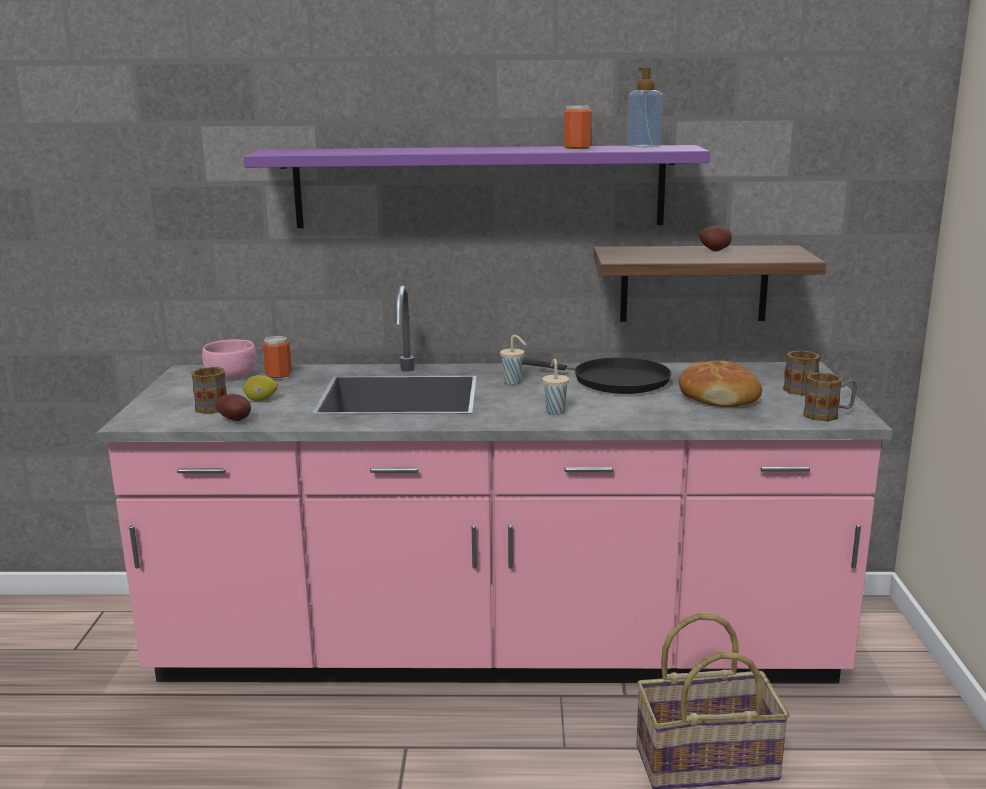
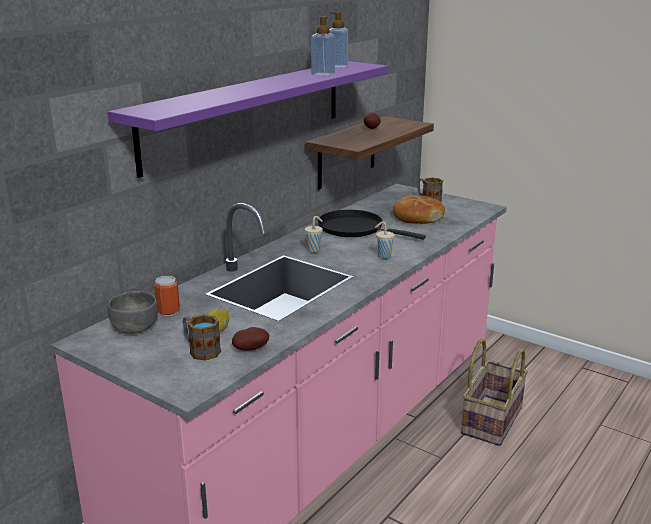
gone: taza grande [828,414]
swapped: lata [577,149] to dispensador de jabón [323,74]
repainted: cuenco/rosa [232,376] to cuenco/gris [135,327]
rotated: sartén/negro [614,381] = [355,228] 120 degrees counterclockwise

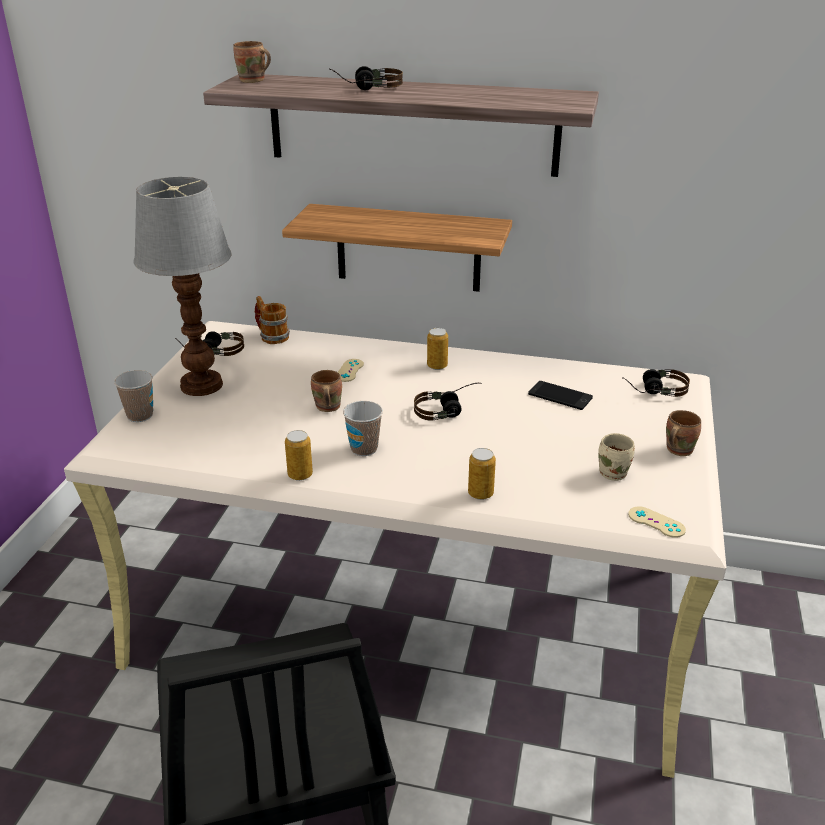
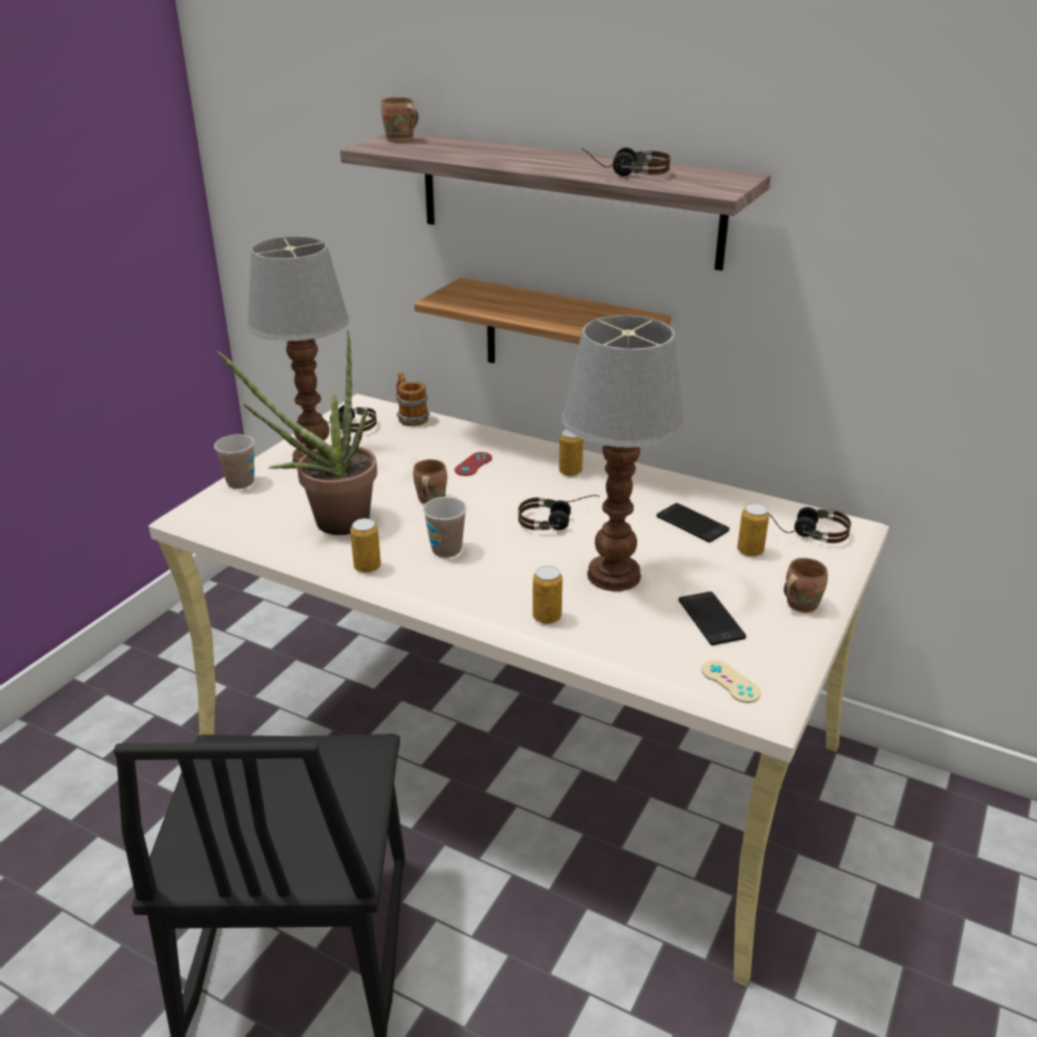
new: planta en maceta [330,524]; lámpara de mesa [614,576]; lata [750,551]
shifted: auriculares [366,88] to [625,173]
swapped: taza grande/beis [615,473] to móvil [711,619]
repainted: mando de consola/beis [349,370] to mando de consola/rojo [473,464]

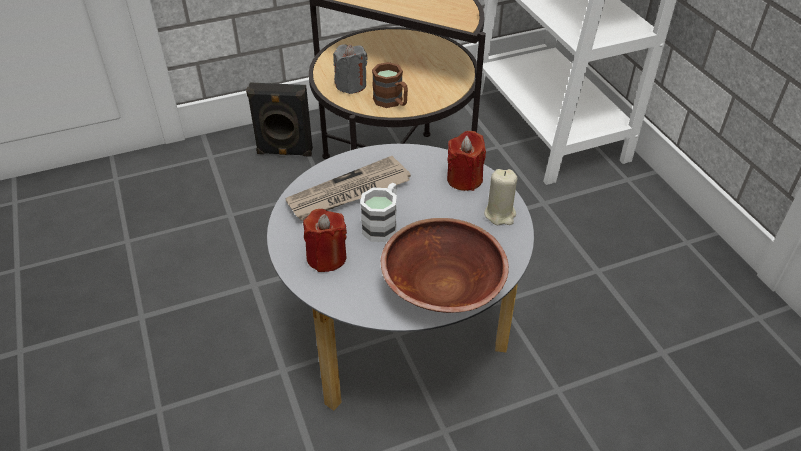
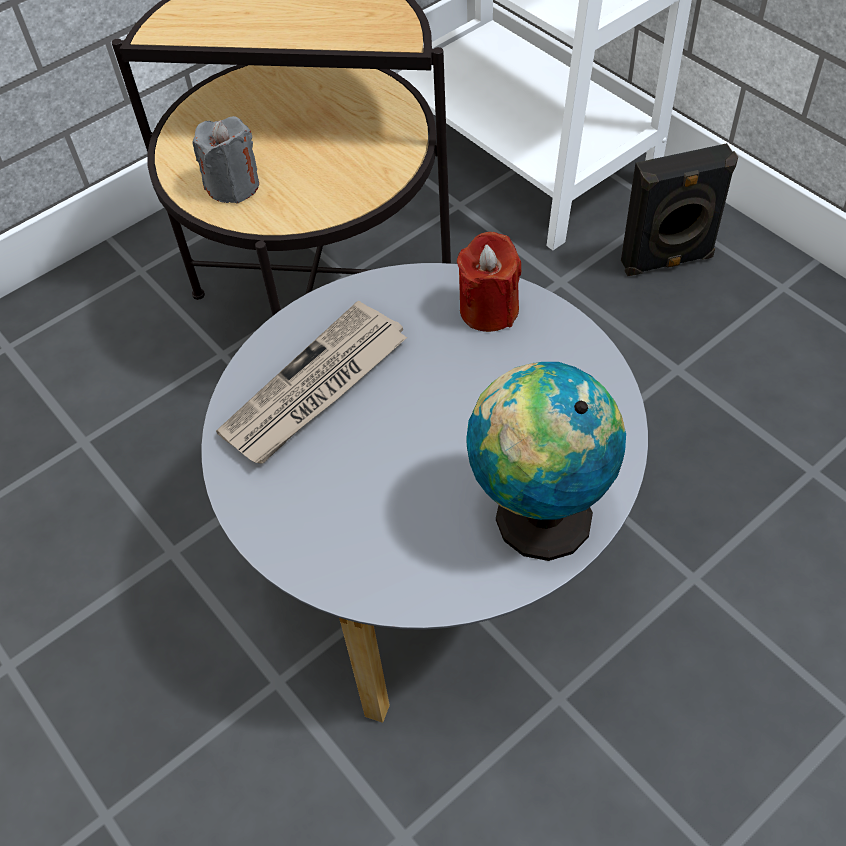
gone: vela/rojo [326,257]; taza grande/blanco [383,224]; taza grande/marrón [392,102]; vela/beis [500,214]
shifted: altavoz/negro [284,152] to [667,261]
swapped: cuenco/marrón [442,287] to globo terráqueo [536,515]

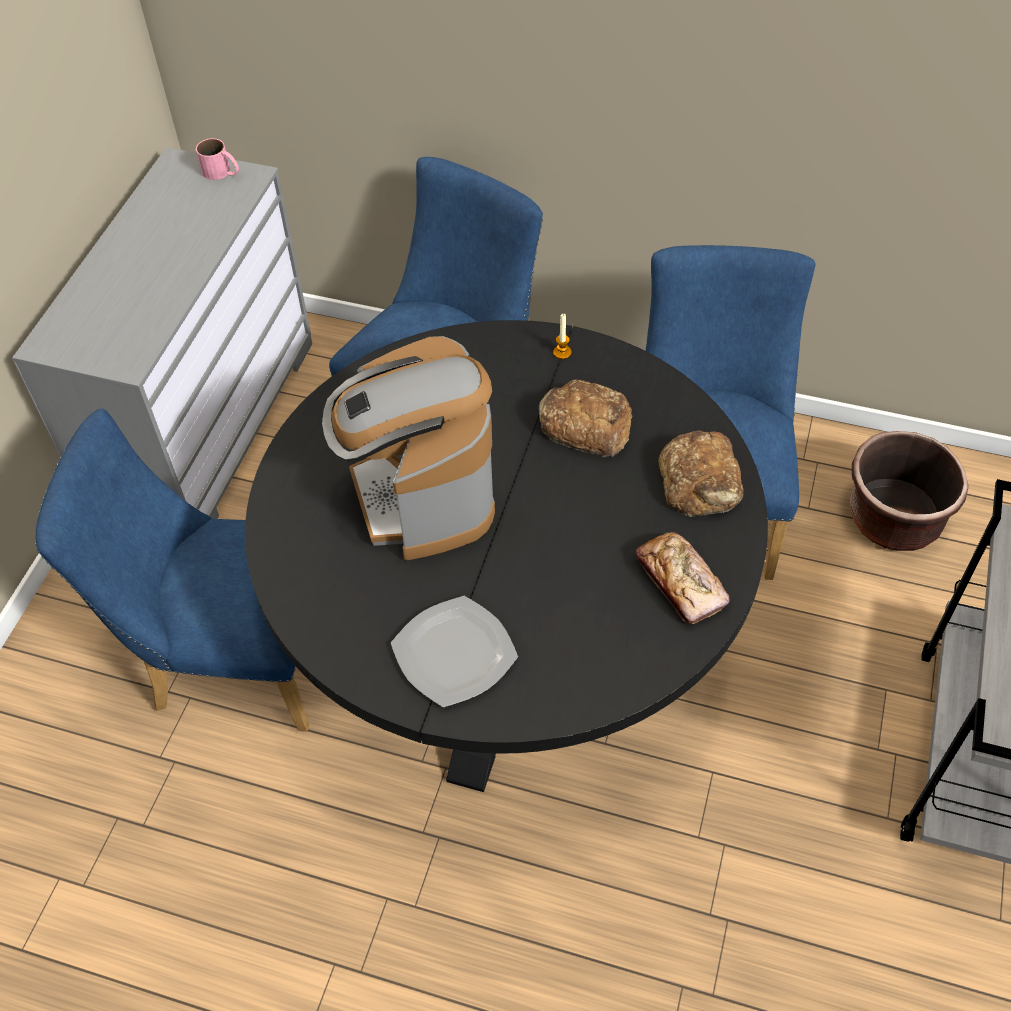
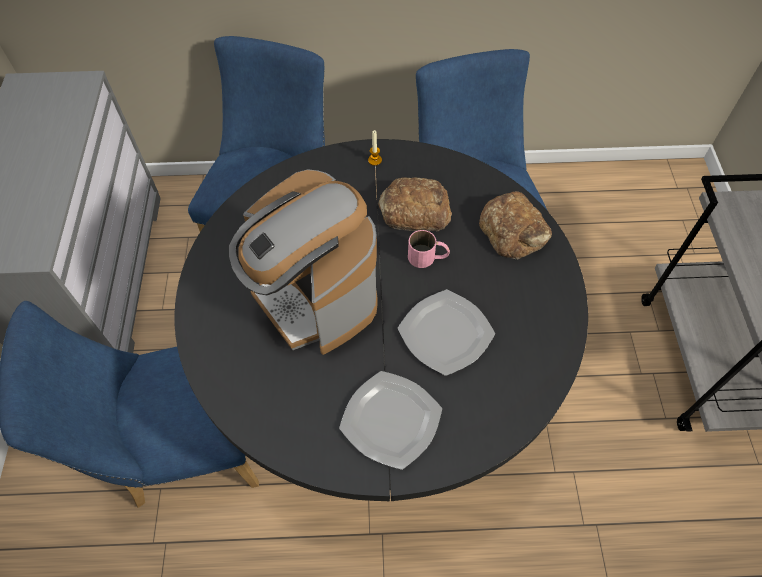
gone: pan [681,583]; maceta/marrón [893,518]
new: plato [444,333]
shifted: taza grande/rosa [222,172] to [428,257]

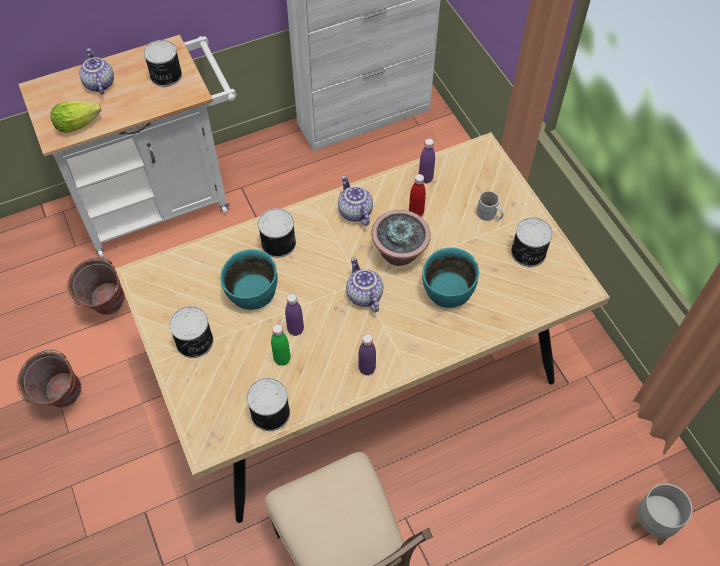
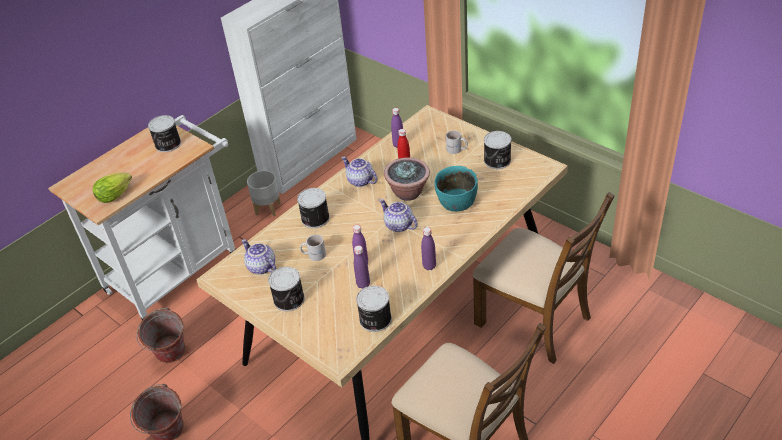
new: silla/marrón [534,320]
shifted: tetera [99,84] to [261,267]; maceta/gris [651,524] to [268,209]
swapped: cuenco/turquesa [251,292] to taza grande/blanco [314,254]
repainted: botella/verde [282,359] to botella/morado [363,284]

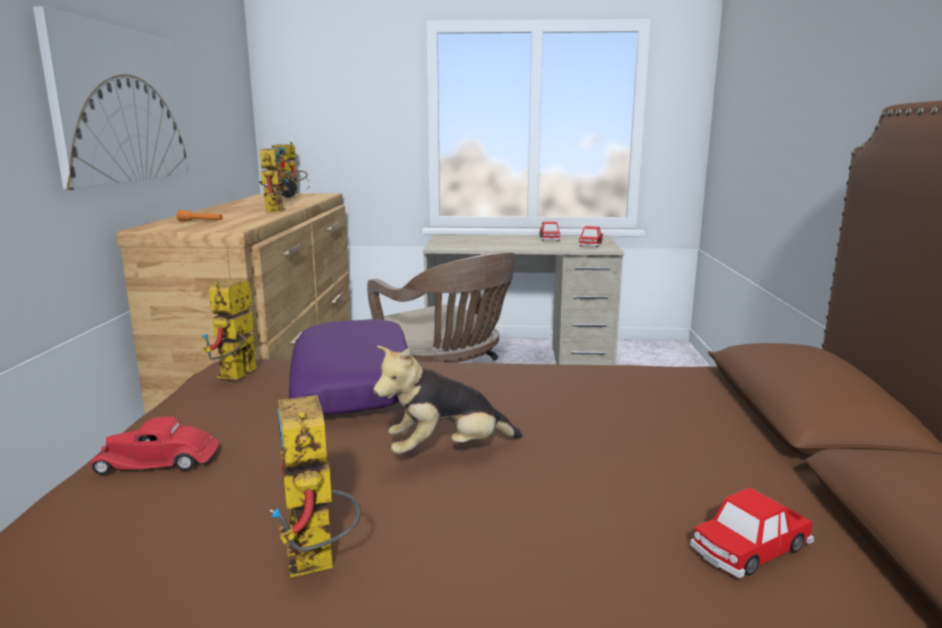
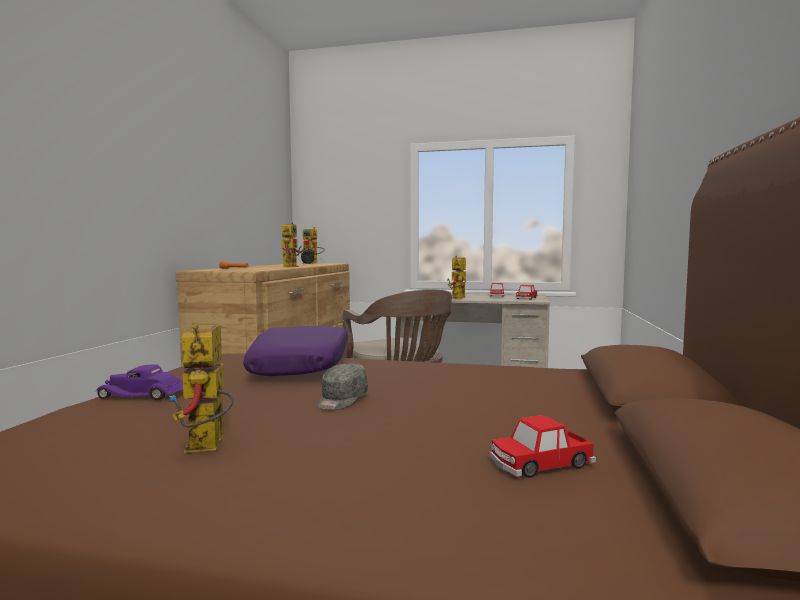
gone: cuadro [120,105]
shifted: robot de juguete [235,376] to [458,298]
swapped: peluche [446,451] to gorra/gris [341,400]
repainted: coche de juguete/rojo [158,461] to coche de juguete/morado [143,395]

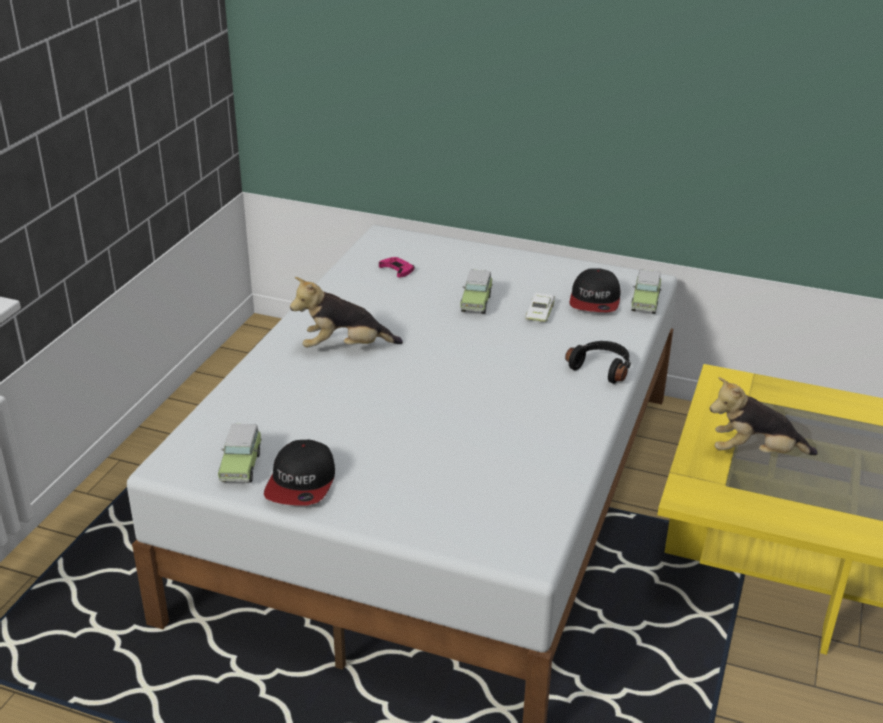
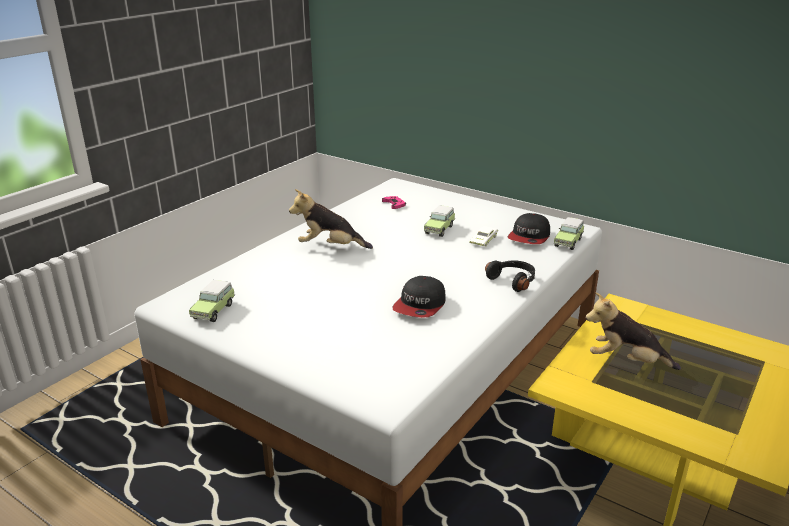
shifted: gorra [301,483] to [420,305]

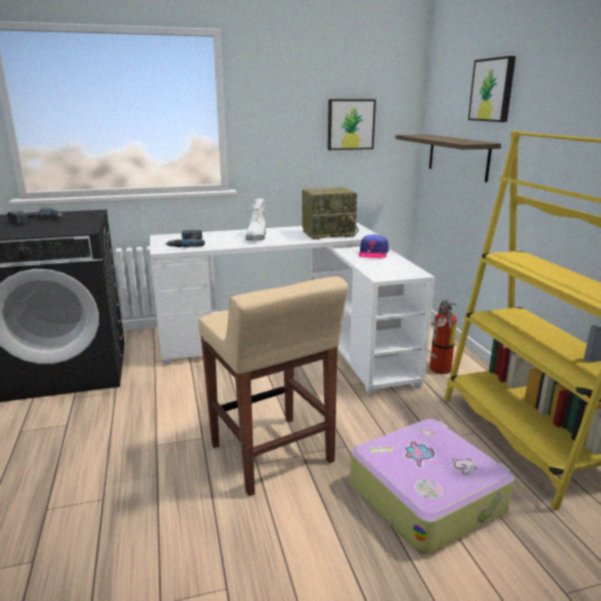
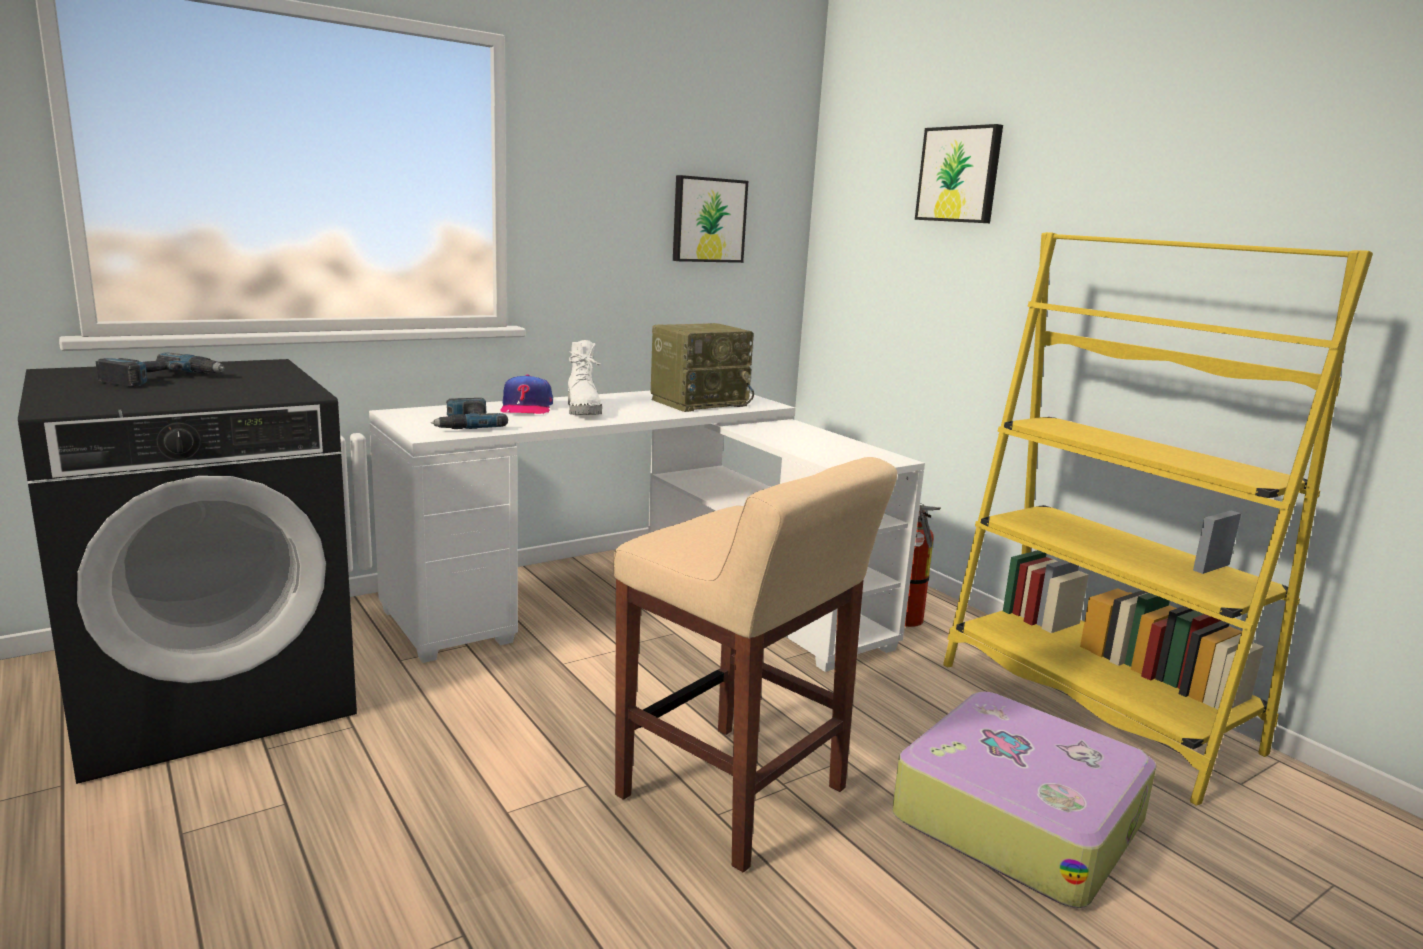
gone: estante [458,156]
shifted: gorra [373,253] to [526,408]

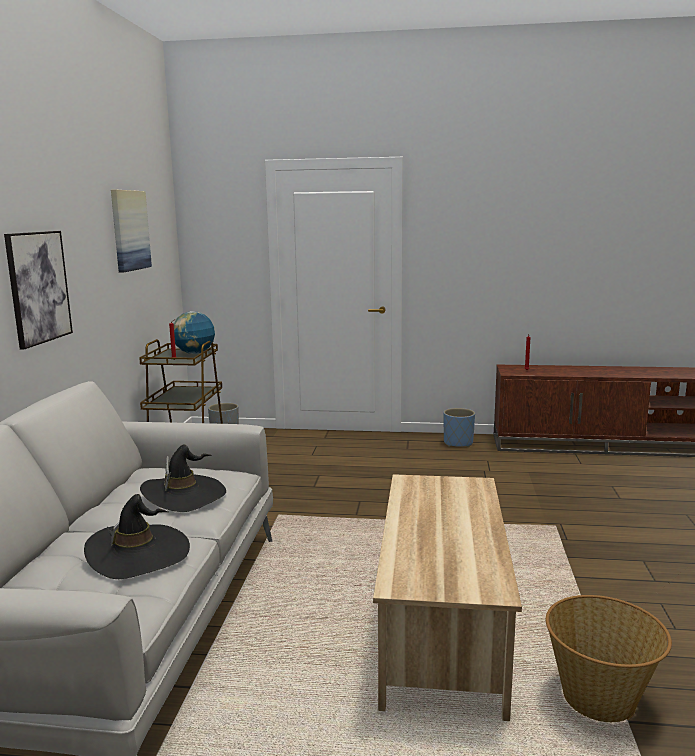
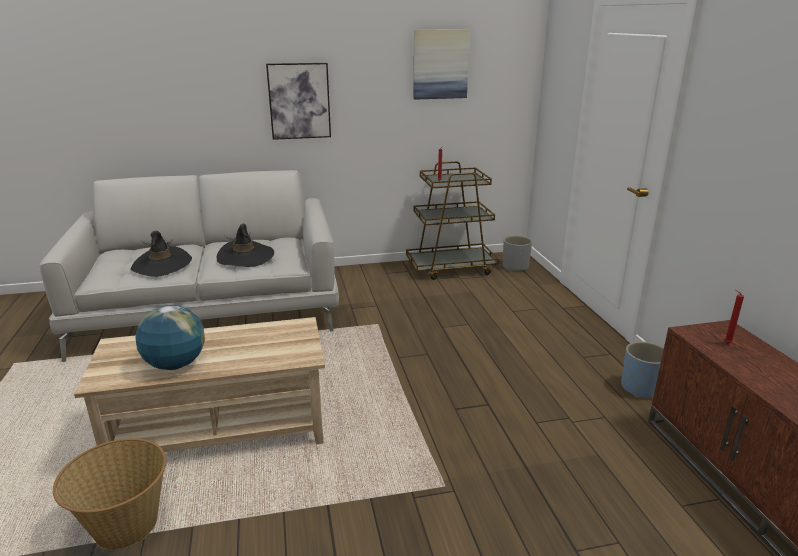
shifted: globo terráqueo [194,353] to [175,365]

